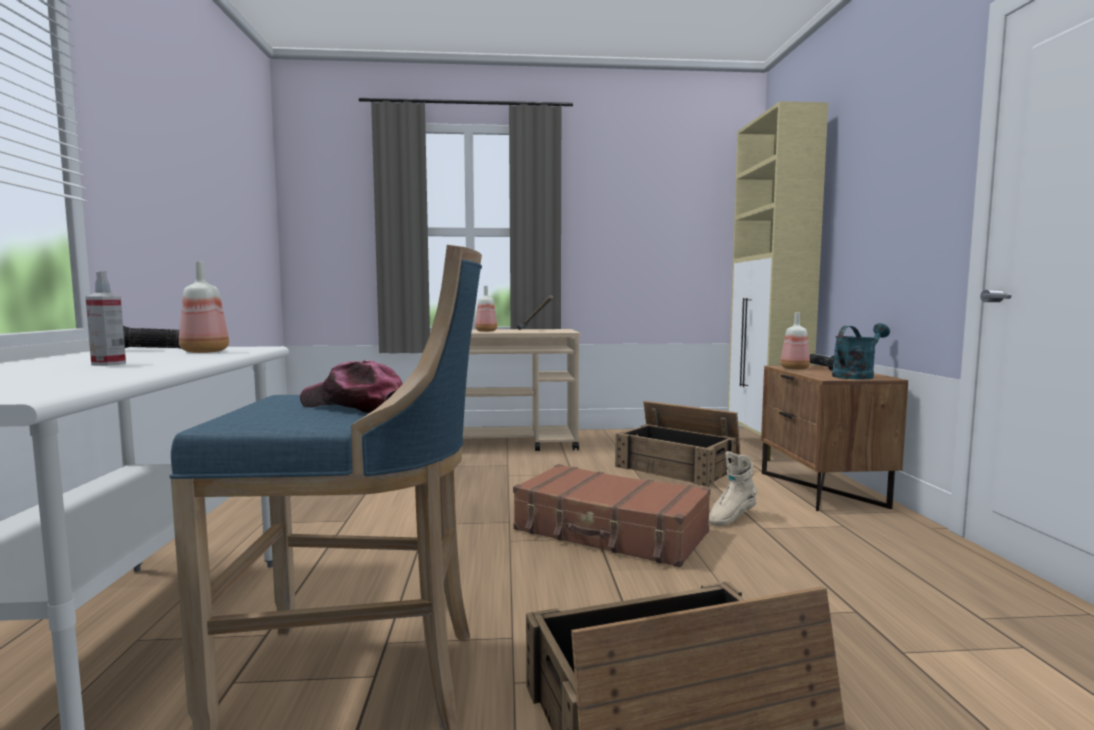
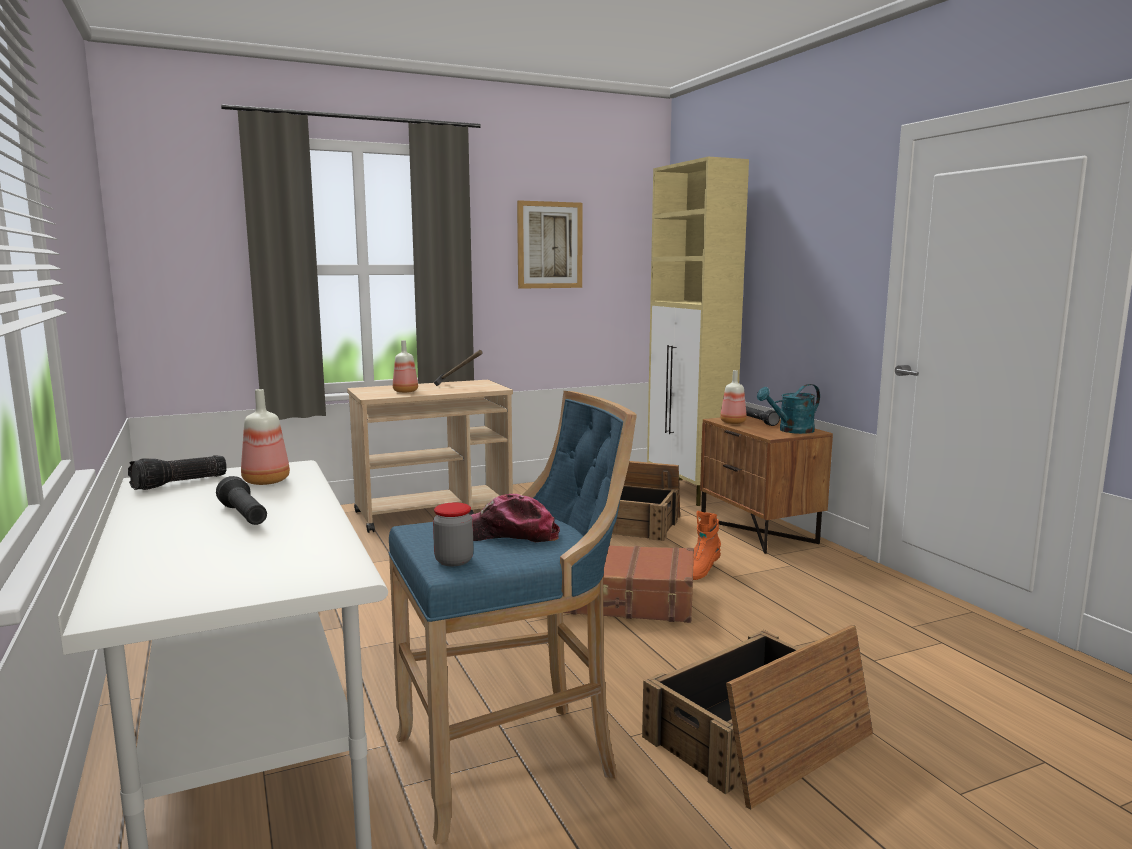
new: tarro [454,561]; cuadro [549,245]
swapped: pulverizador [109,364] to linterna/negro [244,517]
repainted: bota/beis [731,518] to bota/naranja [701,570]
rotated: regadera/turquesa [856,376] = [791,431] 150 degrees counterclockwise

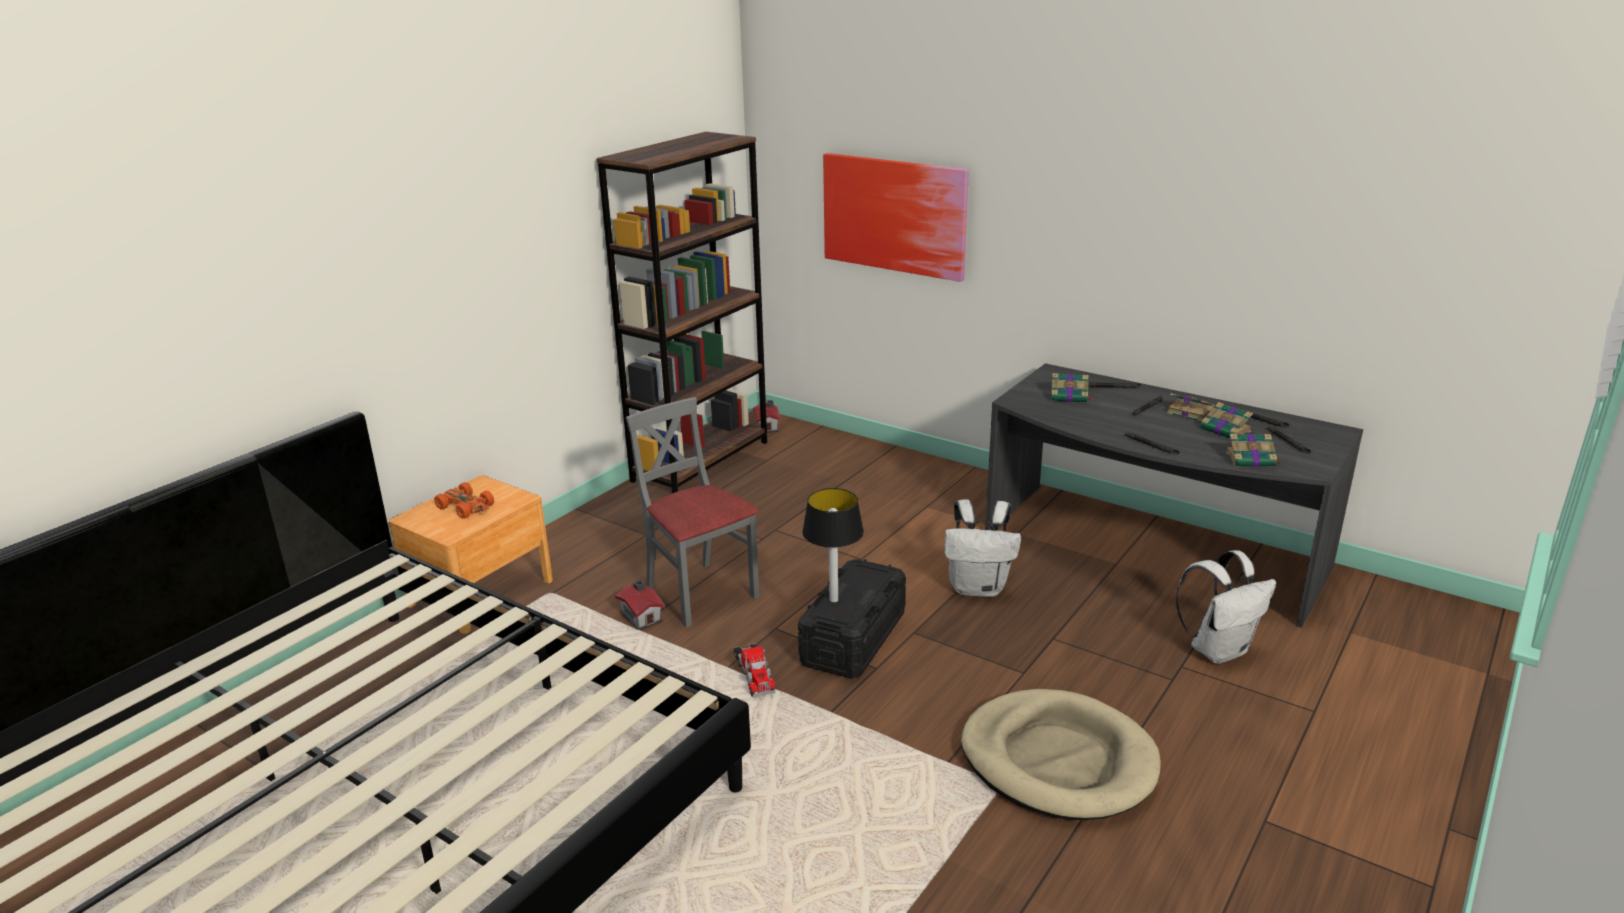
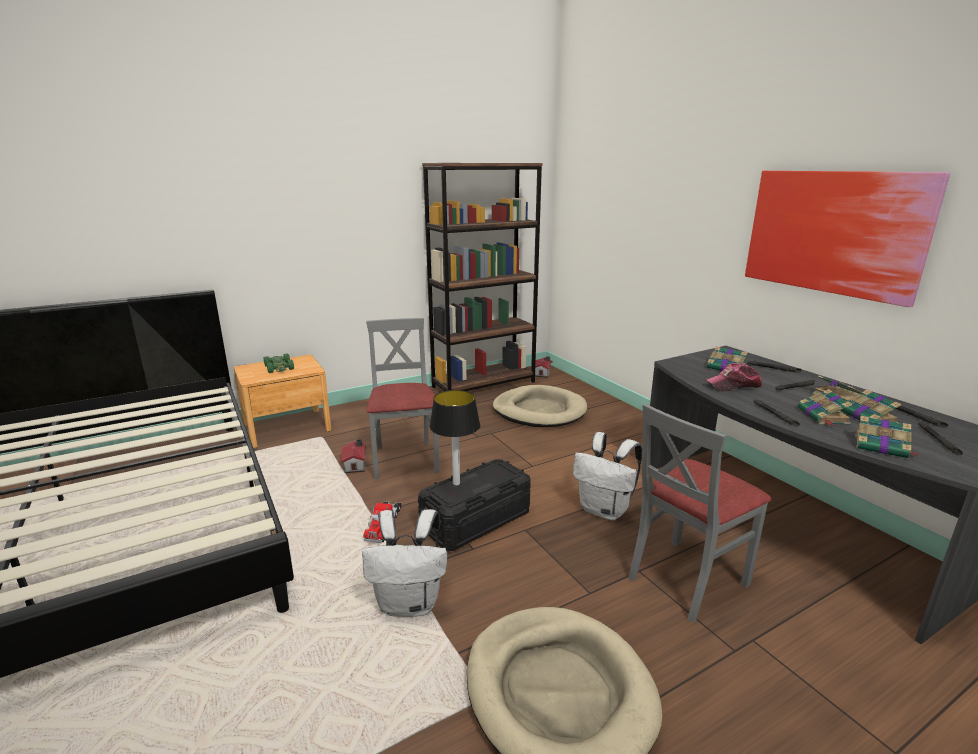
new: cama para perro/beis [539,411]; silla/gris [686,579]; gorra [733,385]; libro [823,416]
shifted: cuadro [894,215] to [833,232]; mochila/blanco [1219,650] to [410,603]
repainted: coche de juguete/naranja [466,507] to coche de juguete/verde [279,368]

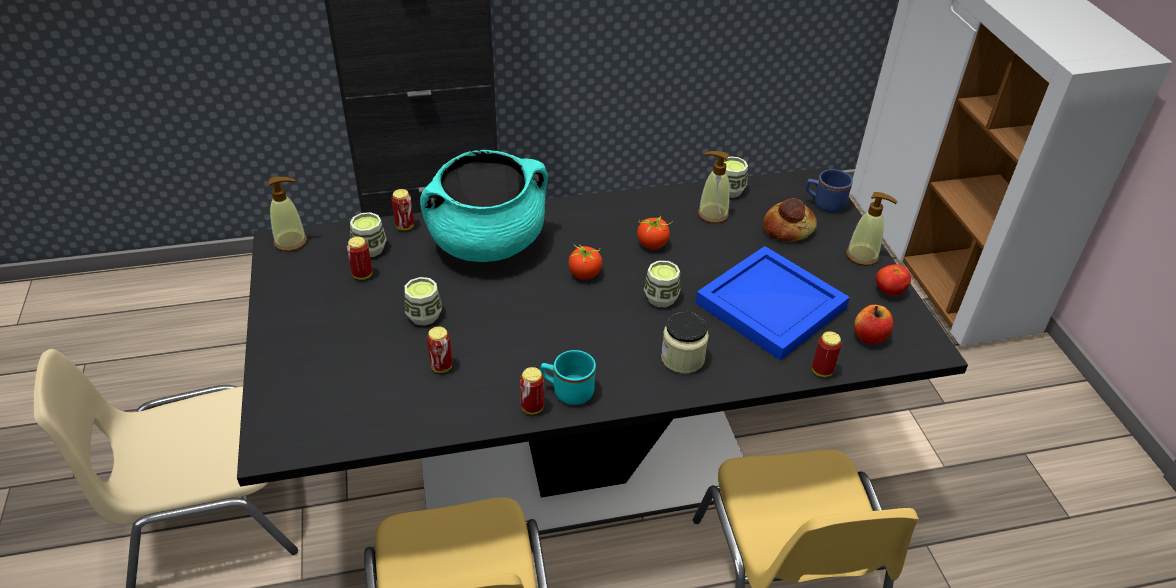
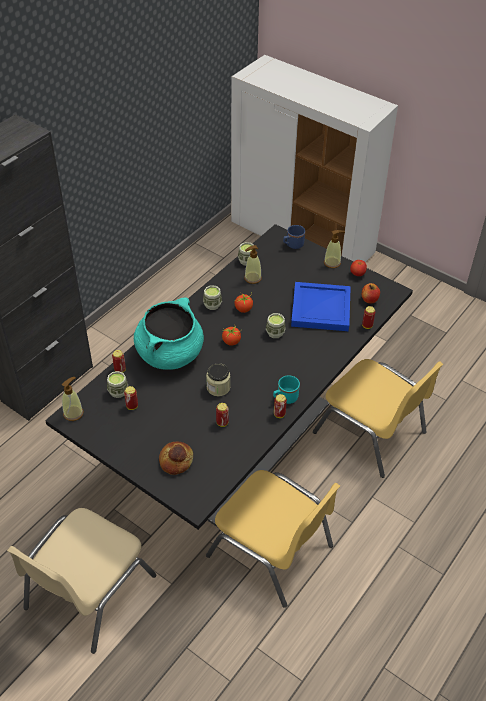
shifted: taza [424,315] to [212,305]; tarro [682,358] to [218,387]; pan [788,229] to [176,461]

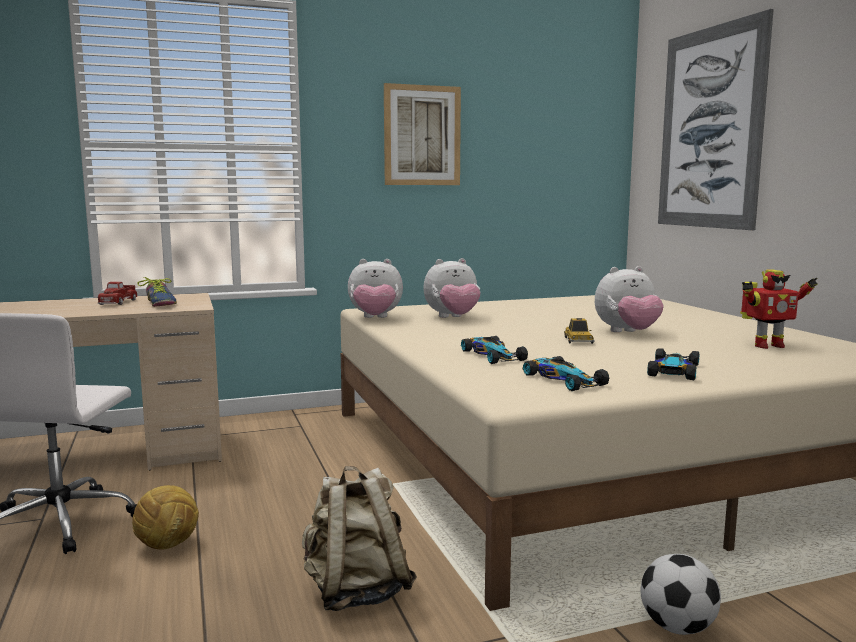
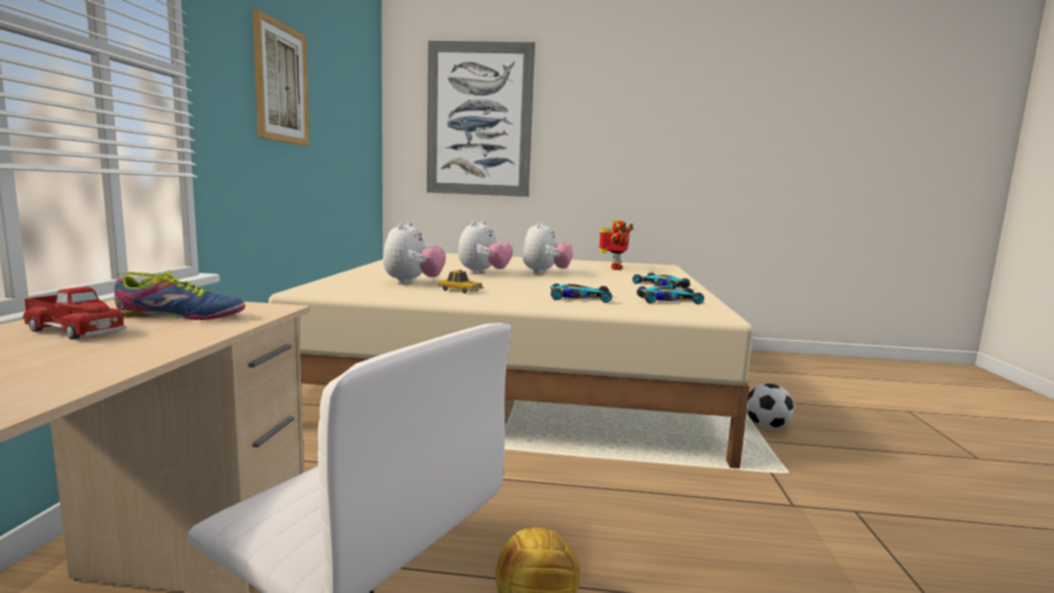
gone: mochila/beis [356,592]
shifted: peluche [375,318] to [483,273]; coche de juguete [578,340] to [460,290]

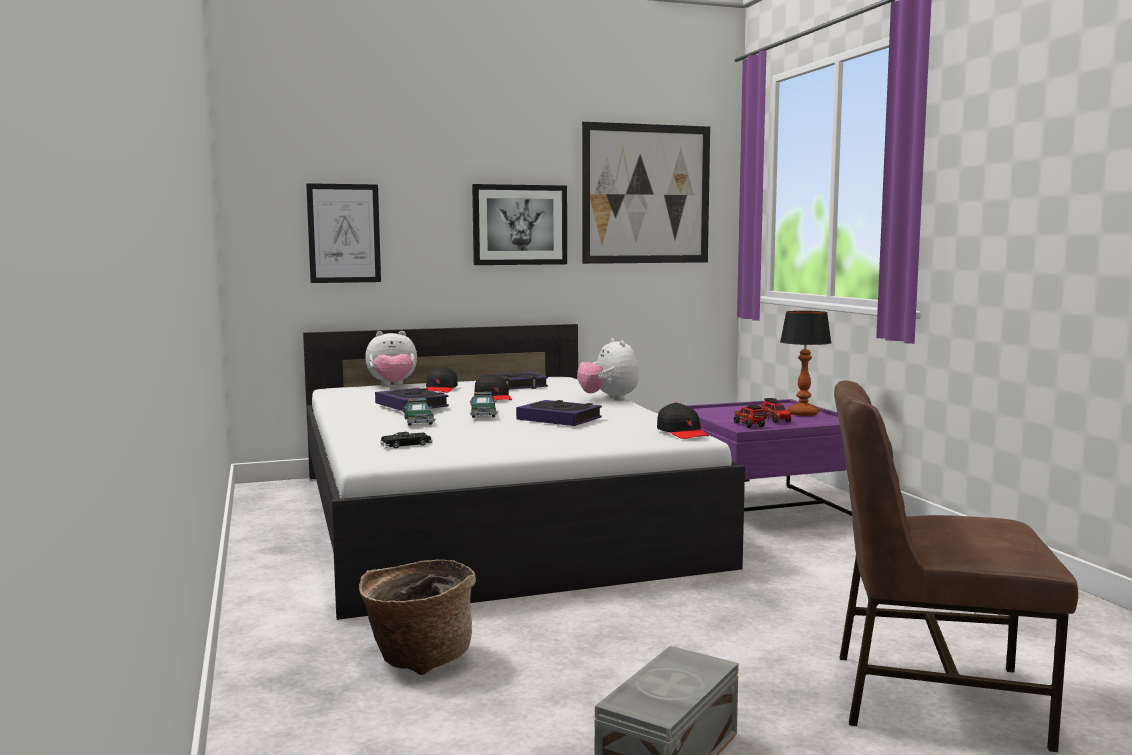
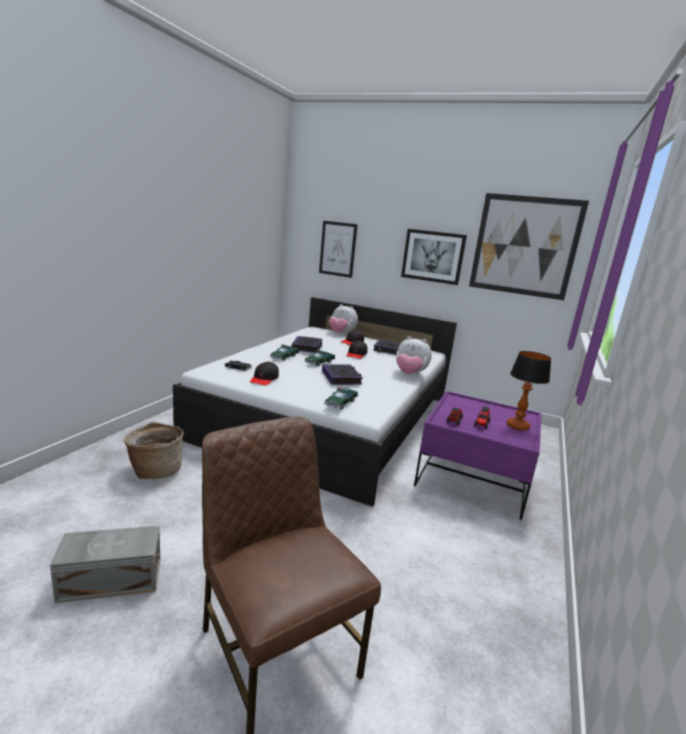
new: coche de juguete [341,403]
shifted: gorra/negro [682,433] to [264,379]
rotated: peluche [609,399] = [410,374] 90 degrees counterclockwise

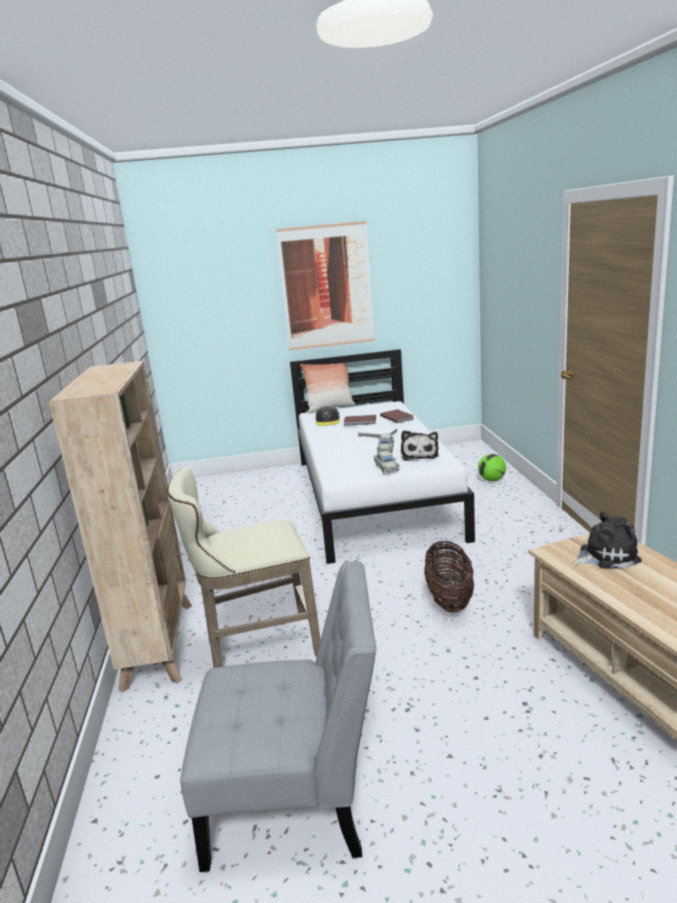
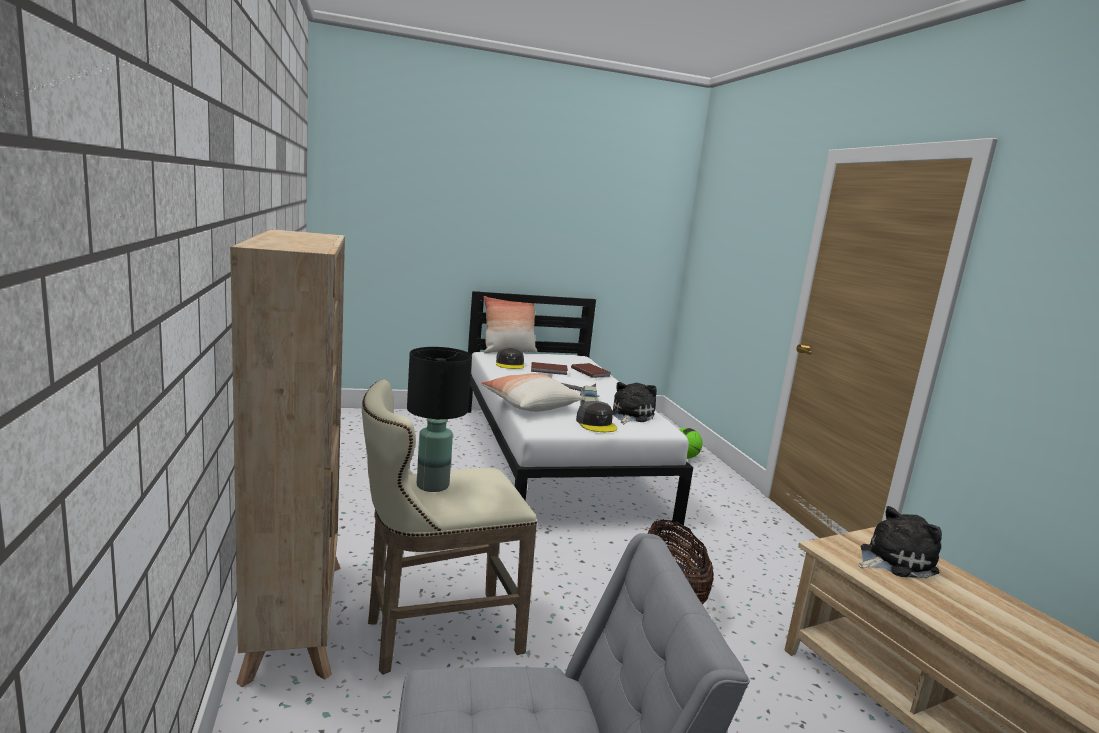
gone: cuadro [327,286]
new: lámpara de mesa/negro [433,486]; cojín [529,405]
swapped: coche de juguete/beis [386,467] to gorra/gris [596,424]
rotated: peluche [419,455] = [630,415] 150 degrees counterclockwise

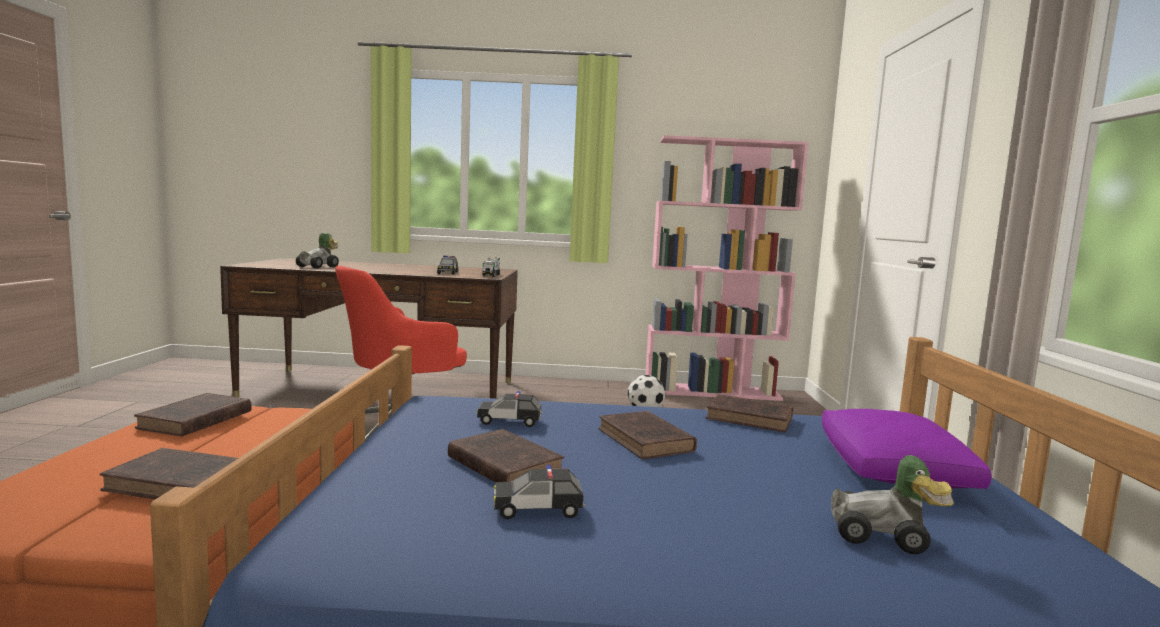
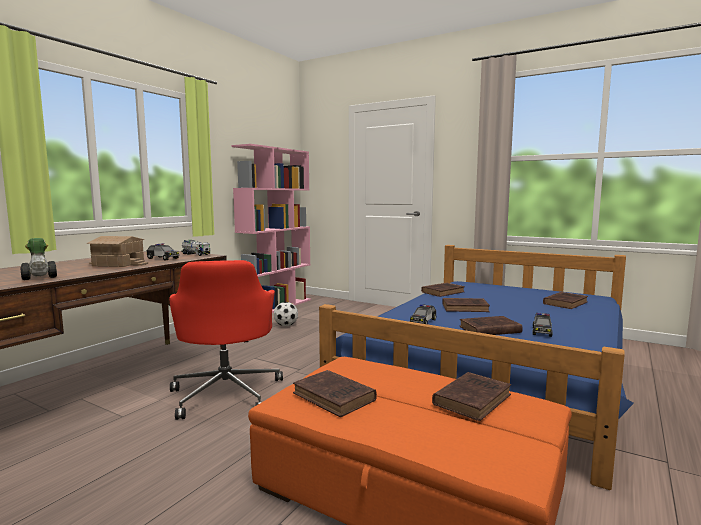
gone: cojín/morado [893,470]
new: casita [118,264]
swapped: coche de juguete [883,537] to libro/marrón [565,303]

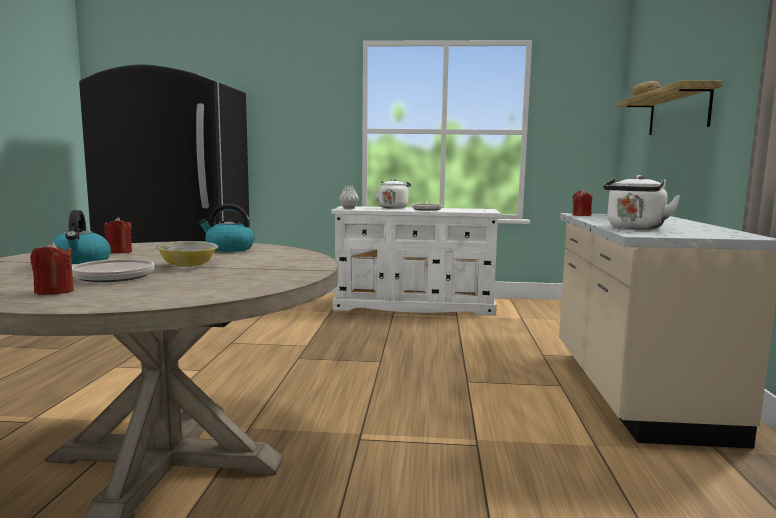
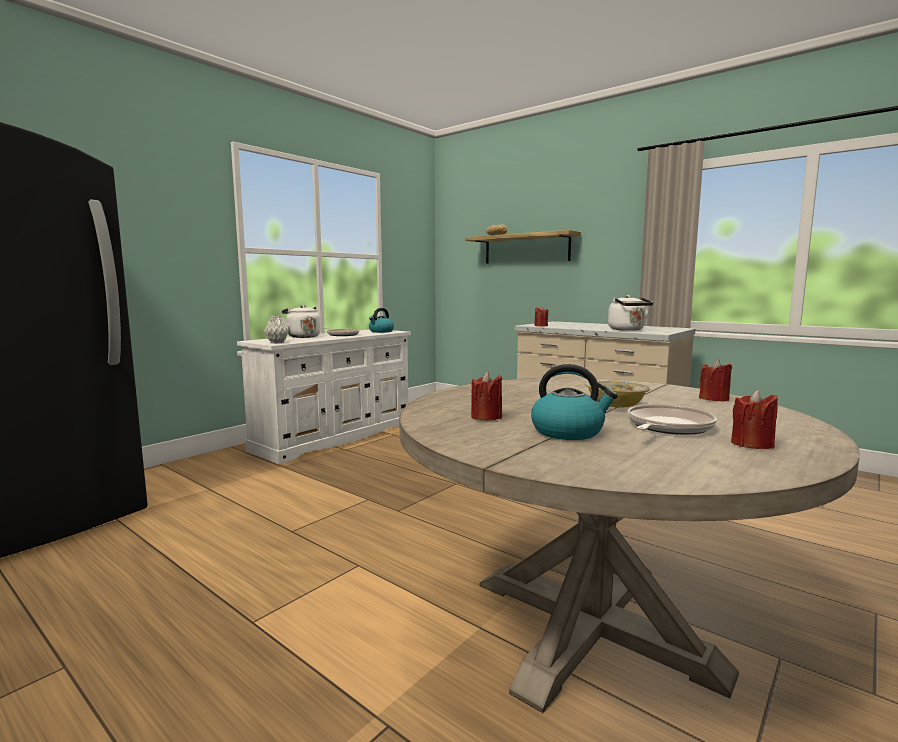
new: vela/rojo [714,399]
shifted: hervidor [229,249] to [381,331]

